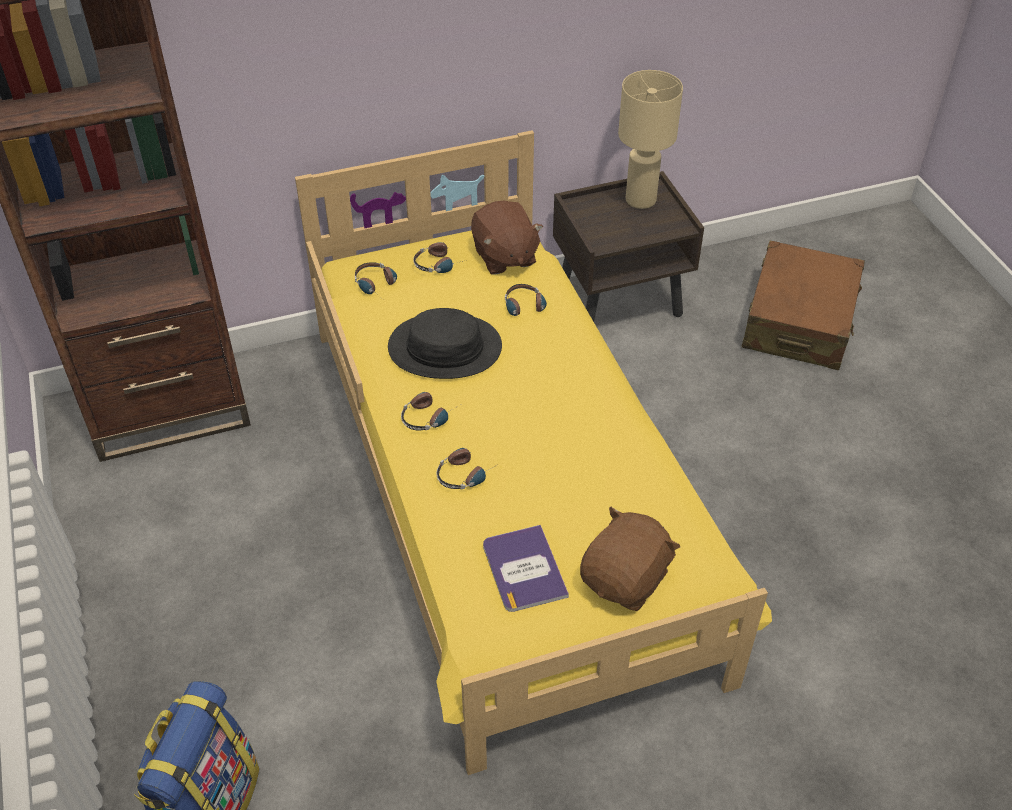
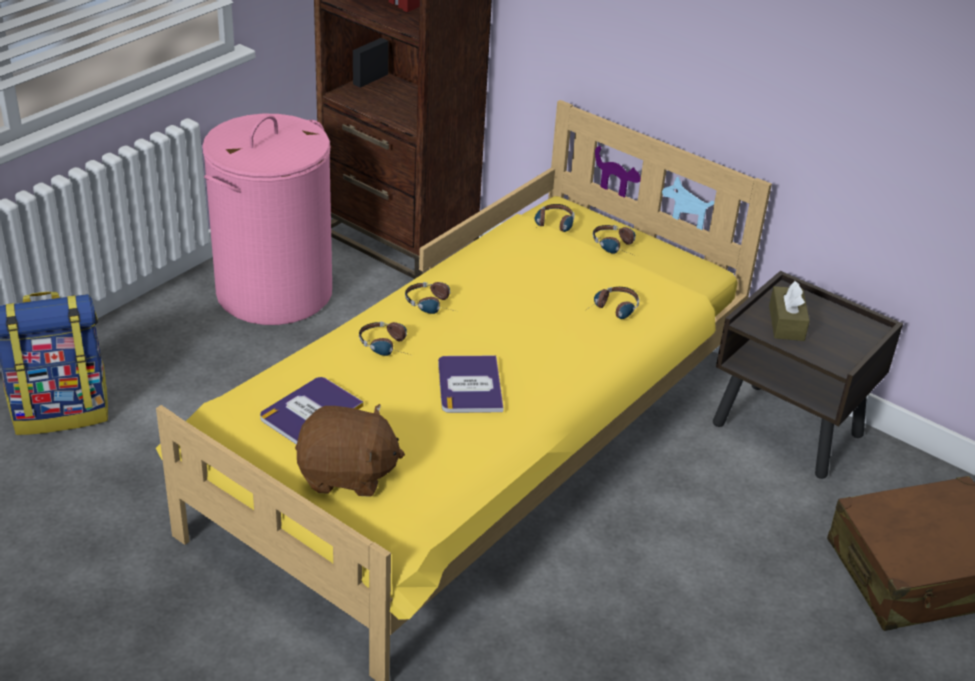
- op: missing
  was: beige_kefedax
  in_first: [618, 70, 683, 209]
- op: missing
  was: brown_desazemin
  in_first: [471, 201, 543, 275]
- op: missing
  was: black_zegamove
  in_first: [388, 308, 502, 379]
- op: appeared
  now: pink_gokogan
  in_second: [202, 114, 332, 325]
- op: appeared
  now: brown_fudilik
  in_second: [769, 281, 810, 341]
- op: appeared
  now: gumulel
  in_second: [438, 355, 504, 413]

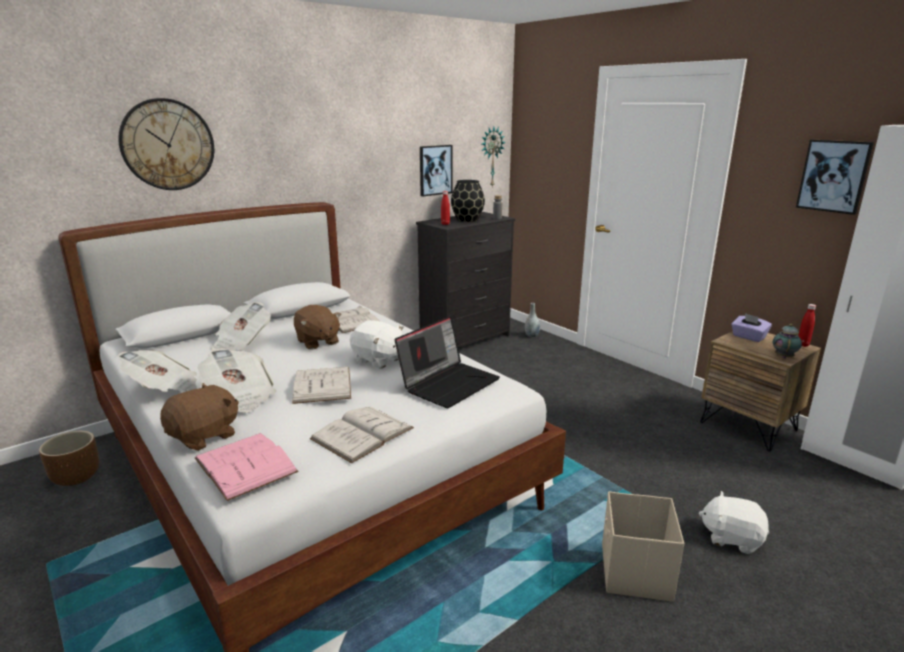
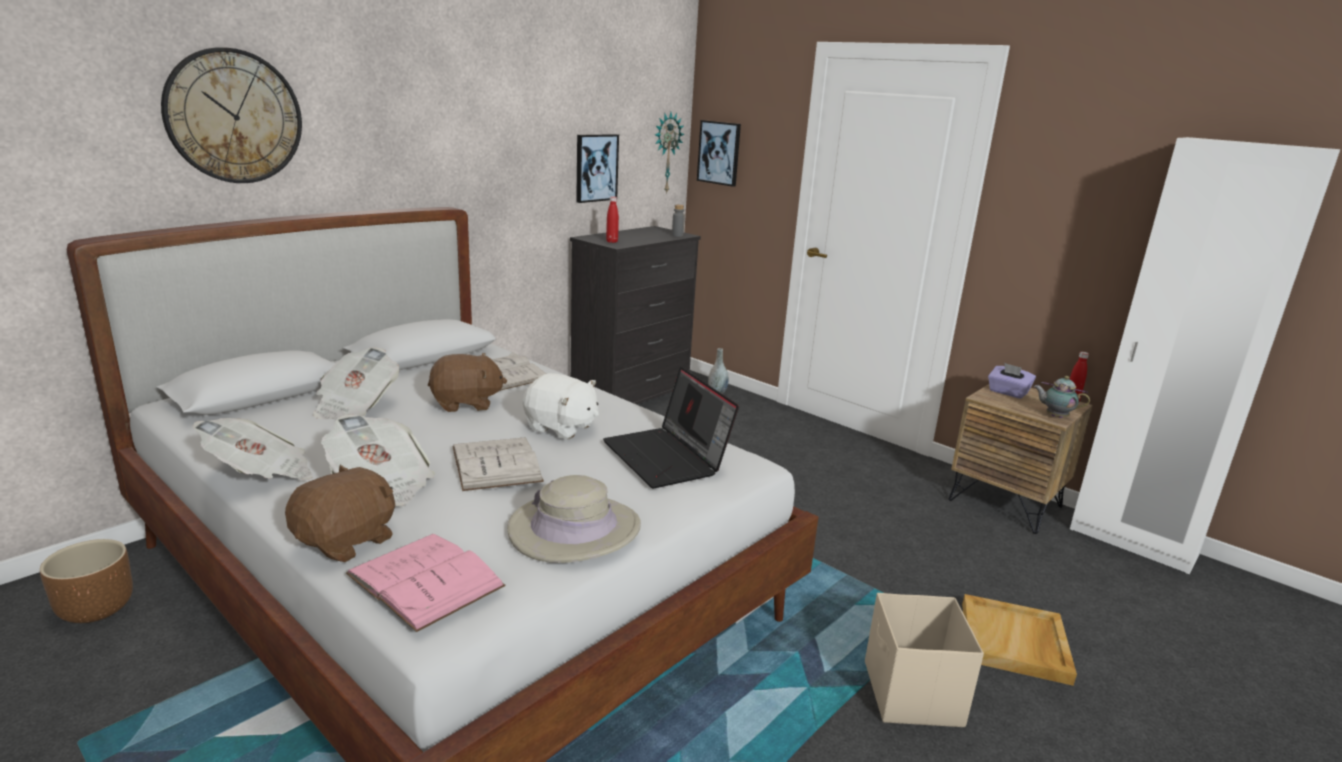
- op: relocated
  was: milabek
  in_first: [796, 140, 874, 215]
  in_second: [697, 120, 741, 187]
- op: missing
  was: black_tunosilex
  in_first: [451, 180, 485, 222]
- op: spun
  was: brown_desazemin
  in_first: [294, 305, 341, 350]
  in_second: [428, 353, 507, 412]
  clockwise: -60
- op: spun
  was: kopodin
  in_first: [395, 316, 500, 408]
  in_second: [603, 367, 739, 488]
  clockwise: 120
- op: spun
  was: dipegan
  in_first: [773, 324, 802, 358]
  in_second: [1034, 376, 1090, 418]
  clockwise: -75
- op: exchanged
  was: white_gumulel
  now: beige_zegamove
  in_first: [310, 407, 414, 463]
  in_second: [507, 475, 641, 563]
- op: exchanged
  was: white_desazemin
  now: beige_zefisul
  in_first: [699, 491, 769, 554]
  in_second: [962, 594, 1077, 686]

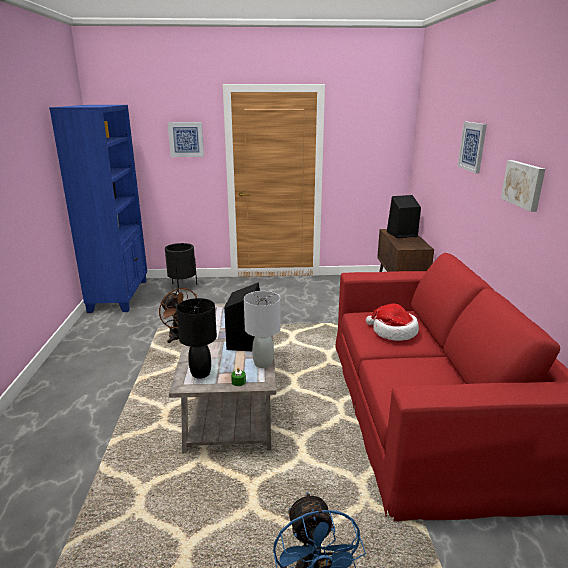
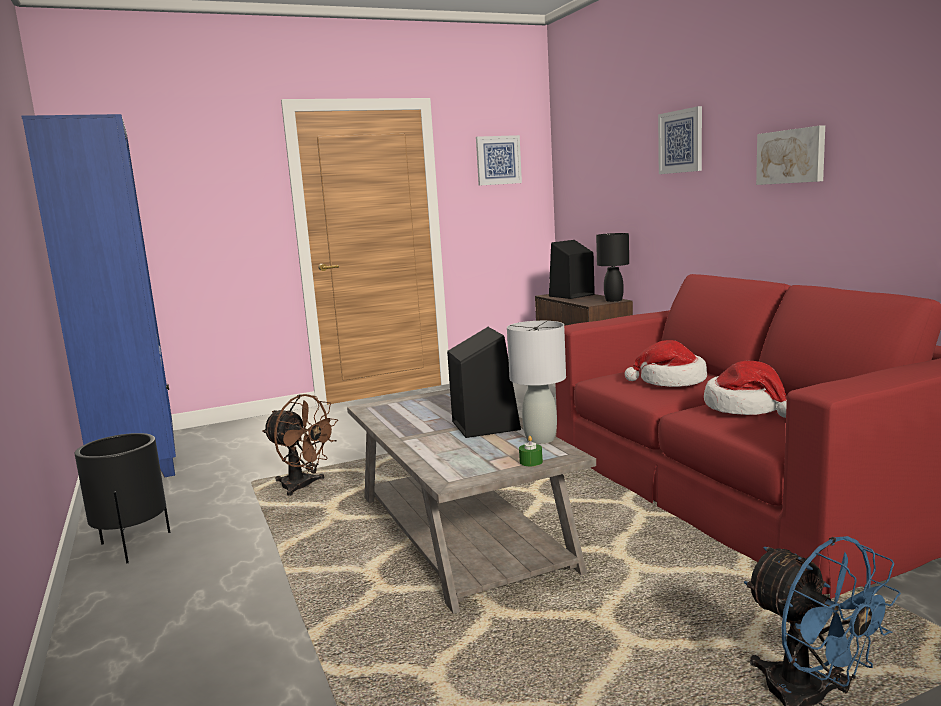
- op: relocated
  was: milabek
  in_first: [168, 122, 204, 157]
  in_second: [476, 135, 522, 186]
- op: relocated
  was: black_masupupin
  in_first: [165, 243, 197, 293]
  in_second: [75, 433, 170, 564]
- op: relocated
  was: black_kefedax
  in_first: [176, 298, 217, 379]
  in_second: [596, 233, 629, 302]
- op: appeared
  now: zegamove
  in_second: [704, 361, 787, 418]

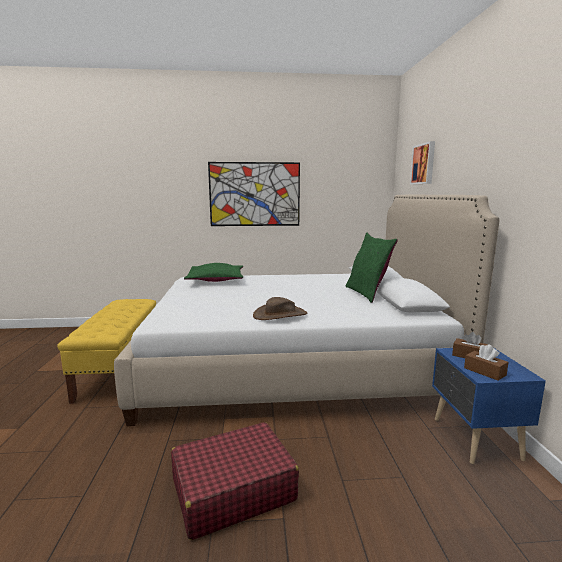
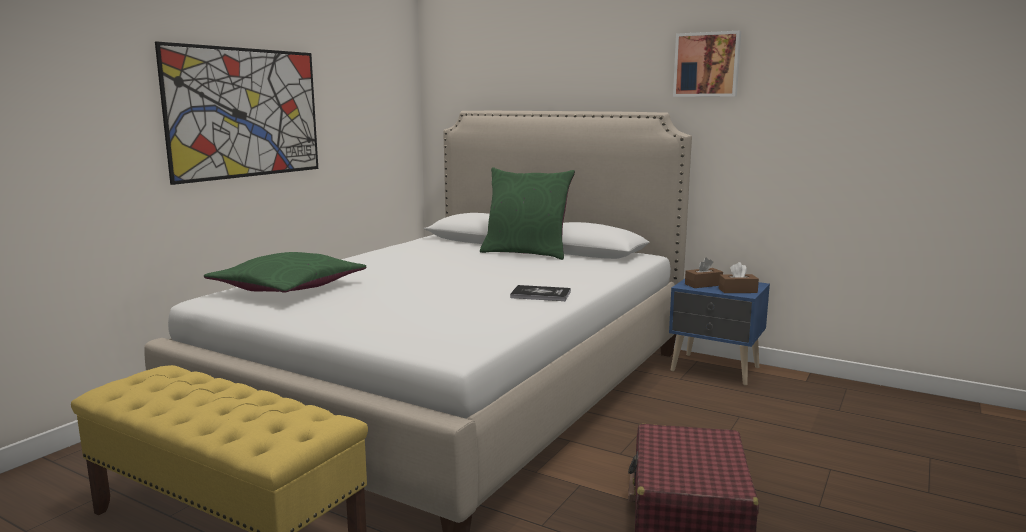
- op: relocated
  was: milabek
  in_first: [410, 141, 435, 185]
  in_second: [673, 31, 741, 97]
- op: exchanged
  was: brown_zegamove
  now: gumulel
  in_first: [253, 297, 307, 320]
  in_second: [510, 285, 571, 301]

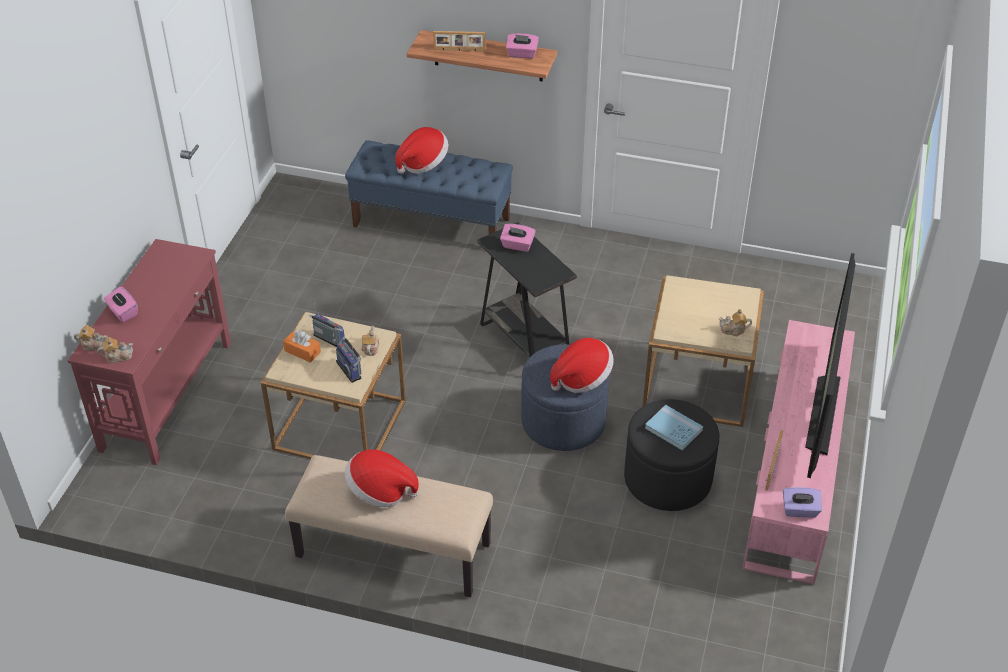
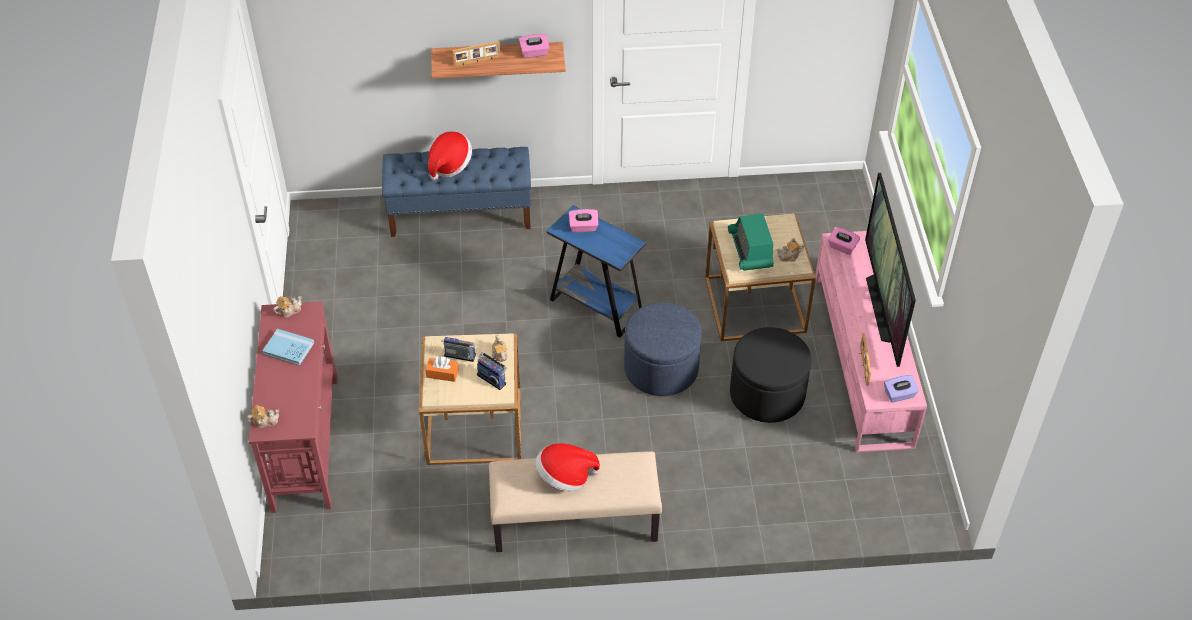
- op: colour
  was: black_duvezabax
  now: blue_duvezabax
  in_first: [477, 222, 577, 357]
  in_second: [546, 205, 646, 338]
- op: relocated
  was: pink_fudilik
  in_first: [104, 286, 138, 322]
  in_second: [828, 227, 860, 255]
- op: relocated
  was: dipegan
  in_first: [97, 337, 133, 363]
  in_second: [273, 296, 302, 318]
- op: missing
  was: zegamove
  in_first: [550, 338, 614, 393]
- op: relocated
  was: blue_gumulel
  in_first: [645, 405, 703, 451]
  in_second: [262, 329, 314, 366]
- op: appeared
  now: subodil
  in_second: [728, 213, 774, 271]

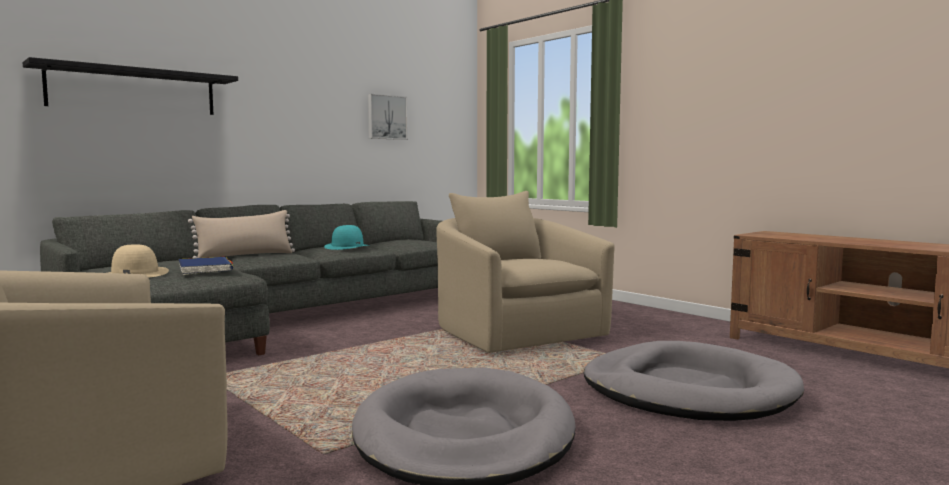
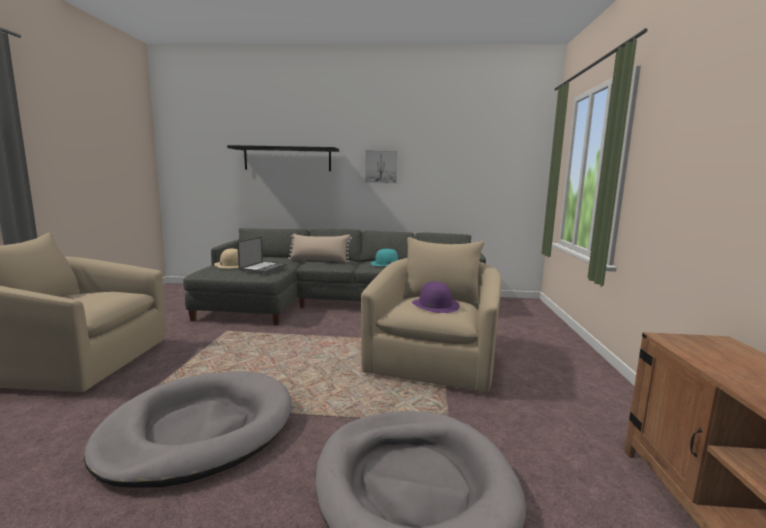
- op: relocated
  was: milabek
  in_first: [368, 94, 408, 140]
  in_second: [365, 150, 398, 184]
- op: exchanged
  was: blue_gumulel
  now: kopodin
  in_first: [178, 257, 234, 275]
  in_second: [237, 237, 287, 273]
- op: appeared
  now: purple_zegamove
  in_second: [412, 282, 460, 313]

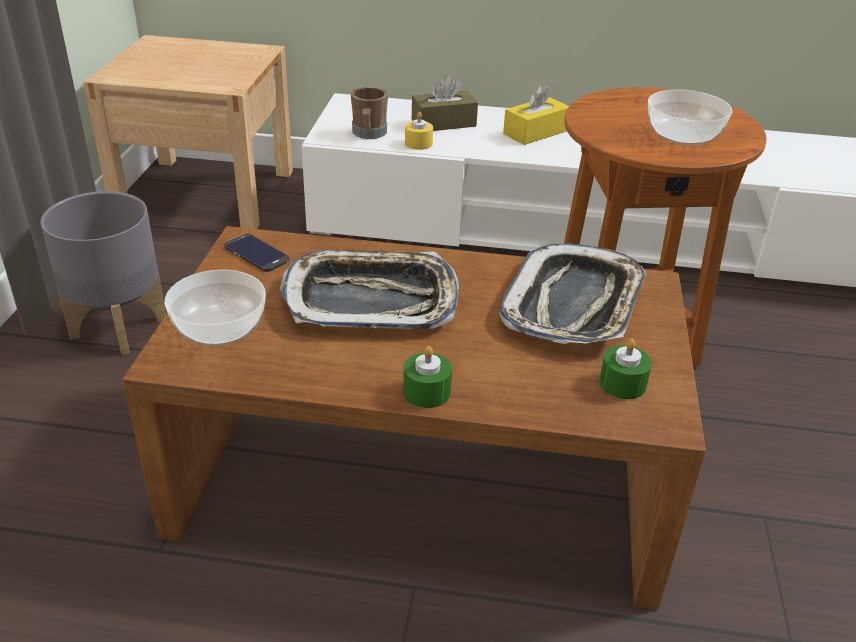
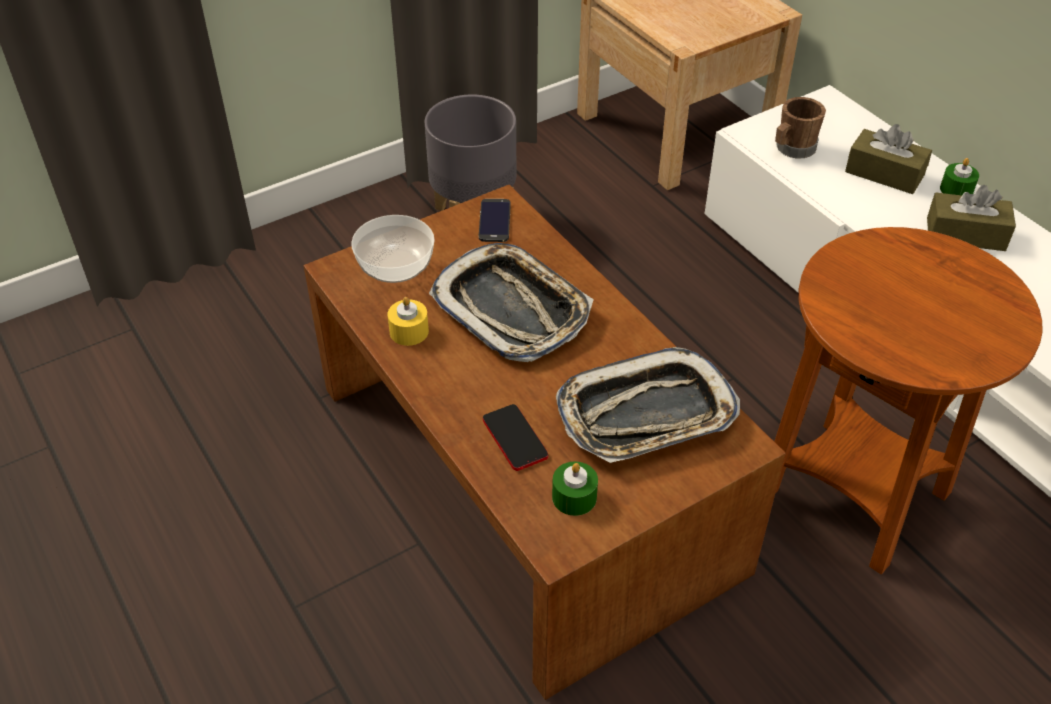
- op: colour
  was: yellow_fudilik
  now: brown_fudilik
  in_first: [503, 84, 569, 145]
  in_second: [927, 185, 1016, 251]
- op: missing
  was: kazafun
  in_first: [648, 89, 732, 145]
- op: relocated
  was: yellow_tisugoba
  in_first: [405, 112, 433, 150]
  in_second: [387, 297, 429, 346]
- op: relocated
  was: green_tisugoba
  in_first: [403, 346, 452, 408]
  in_second: [940, 158, 979, 195]
- op: appeared
  now: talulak
  in_second: [483, 404, 548, 471]

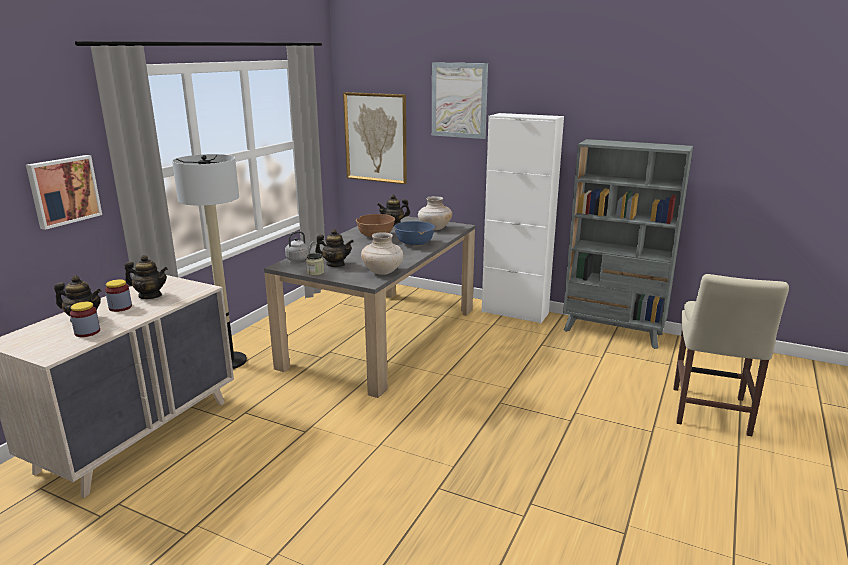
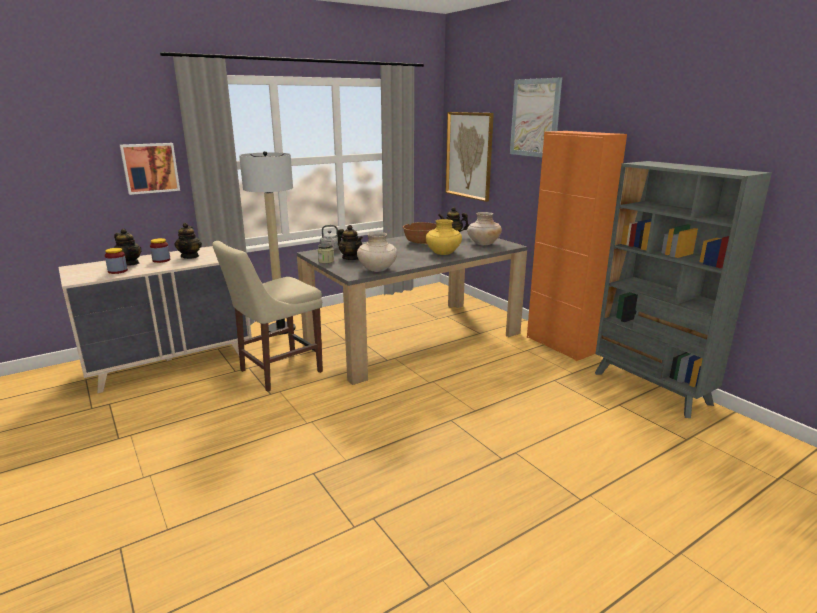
- op: colour
  was: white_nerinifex
  now: orange_nerinifex
  in_first: [482, 113, 564, 324]
  in_second: [527, 131, 627, 361]
- op: exchanged
  was: blue_kazafun
  now: yellow_tunosilex
  in_first: [394, 221, 435, 246]
  in_second: [426, 219, 462, 255]
- op: spun
  was: dipegan
  in_first: [125, 255, 168, 299]
  in_second: [174, 223, 202, 259]
  clockwise: 45
- op: relocated
  was: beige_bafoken
  in_first: [673, 274, 789, 436]
  in_second: [212, 241, 323, 392]

